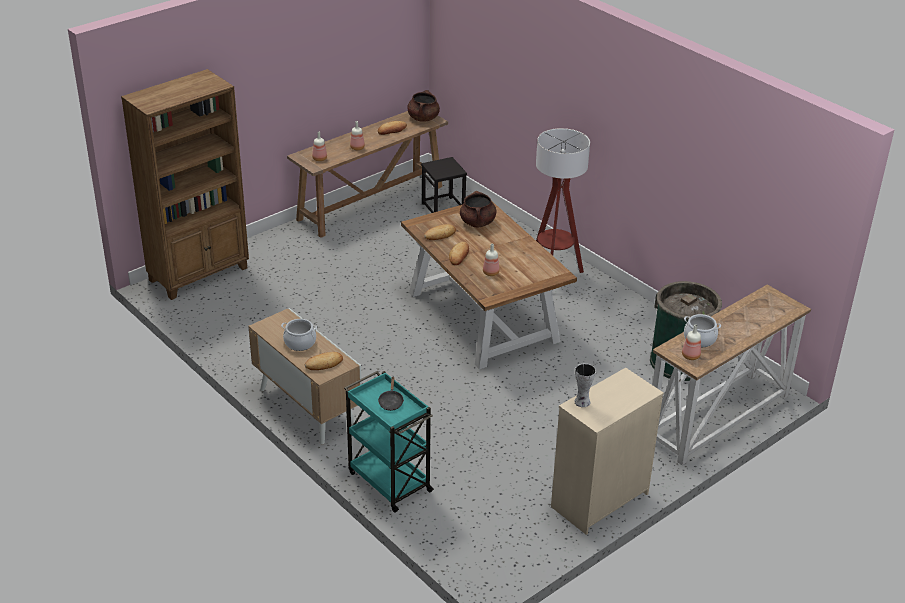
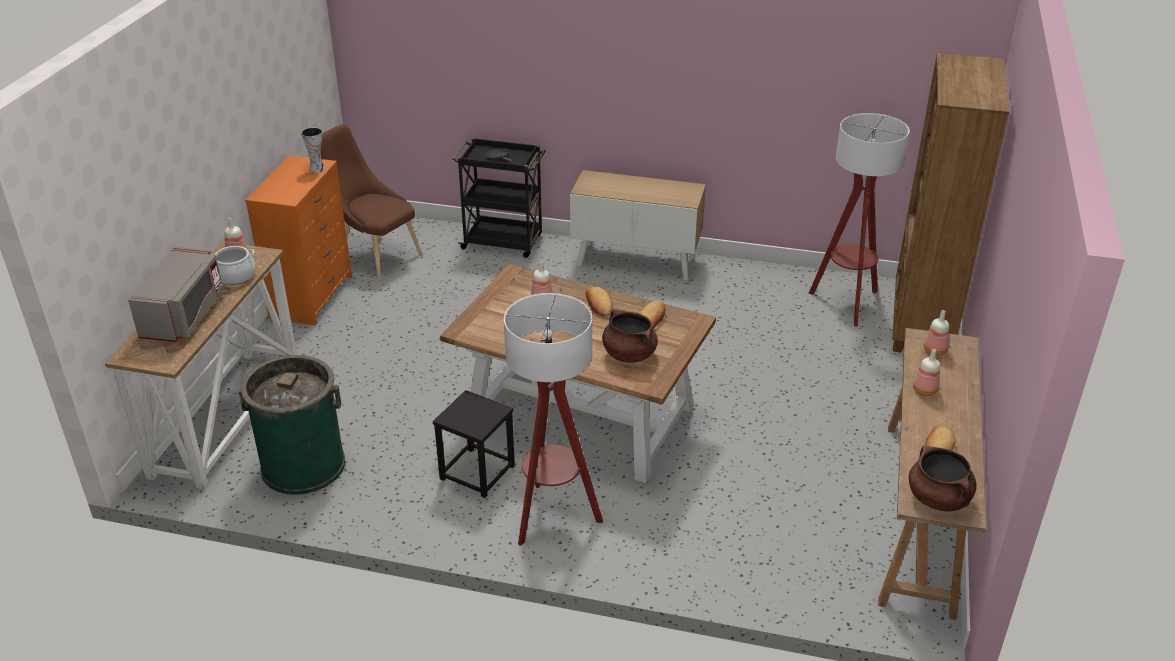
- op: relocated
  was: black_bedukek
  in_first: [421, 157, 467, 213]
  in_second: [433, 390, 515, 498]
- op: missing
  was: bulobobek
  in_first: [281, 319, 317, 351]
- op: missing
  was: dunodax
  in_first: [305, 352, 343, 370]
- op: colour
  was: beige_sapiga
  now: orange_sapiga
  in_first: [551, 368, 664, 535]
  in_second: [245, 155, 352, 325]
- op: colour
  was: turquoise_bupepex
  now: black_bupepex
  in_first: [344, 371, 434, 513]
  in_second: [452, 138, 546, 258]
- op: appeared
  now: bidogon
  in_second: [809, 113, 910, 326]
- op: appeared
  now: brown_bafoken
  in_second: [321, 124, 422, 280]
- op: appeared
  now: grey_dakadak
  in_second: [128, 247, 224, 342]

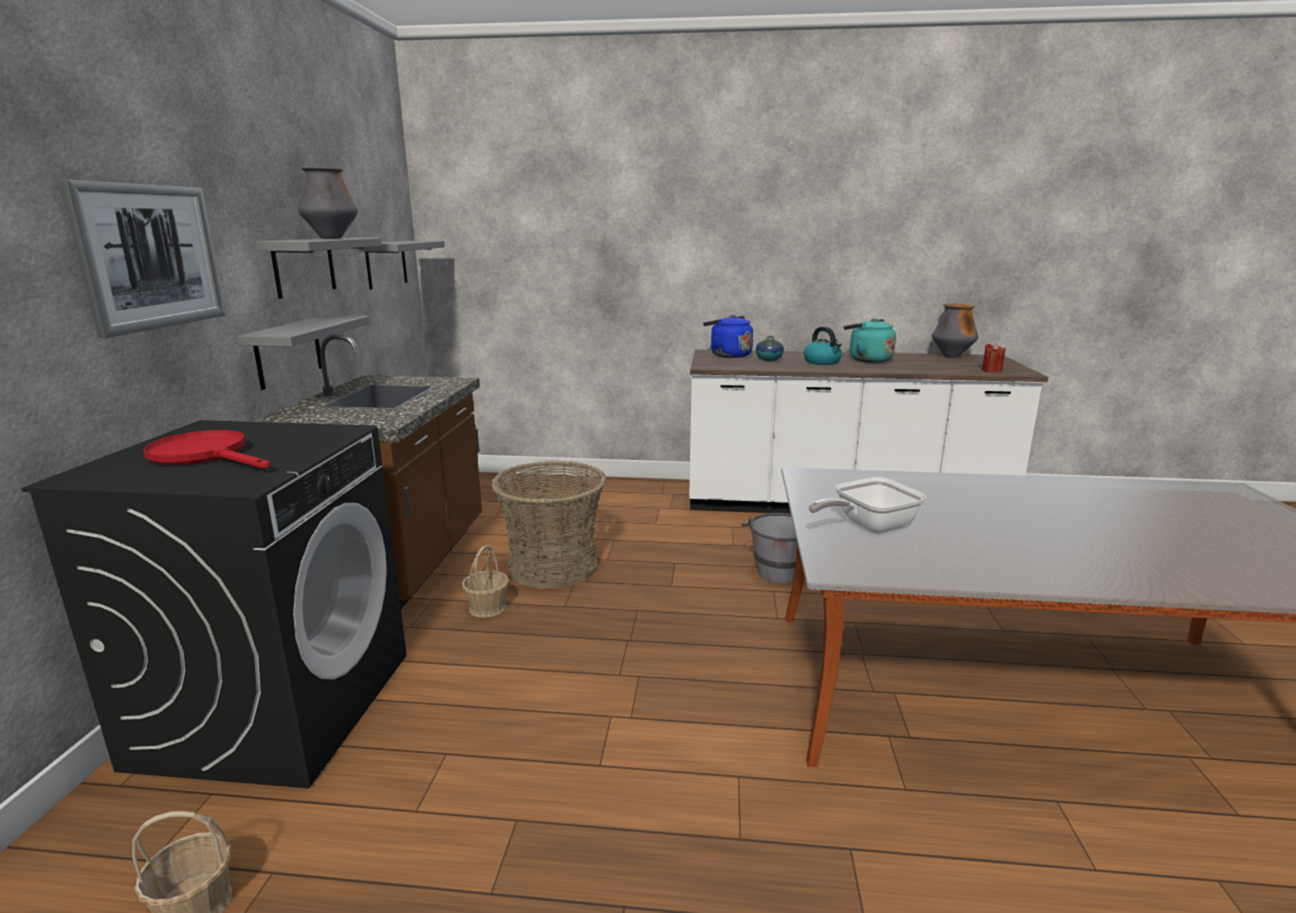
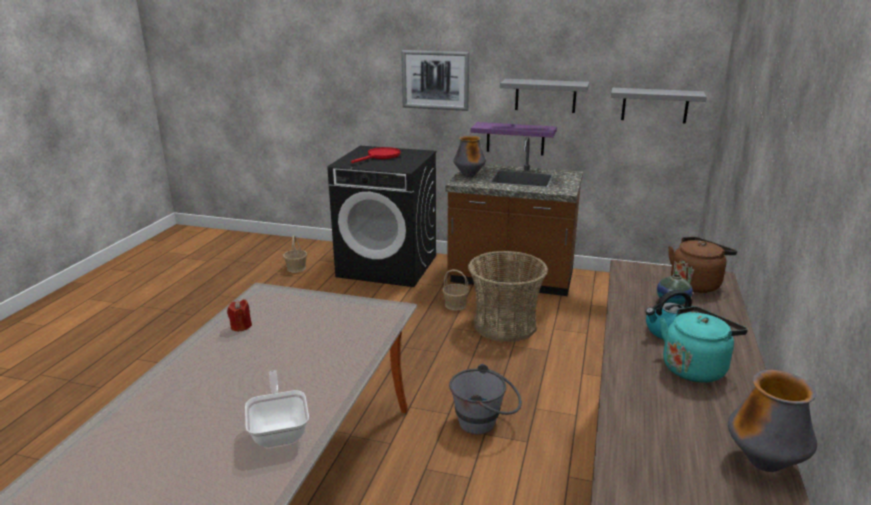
- op: relocated
  was: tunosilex
  in_first: [298, 167, 358, 239]
  in_second: [453, 135, 486, 177]
- op: colour
  was: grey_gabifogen
  now: purple_gabifogen
  in_first: [237, 315, 370, 390]
  in_second: [471, 122, 557, 155]
- op: colour
  was: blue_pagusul
  now: brown_pagusul
  in_first: [703, 315, 753, 358]
  in_second: [668, 237, 737, 293]
- op: relocated
  was: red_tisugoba
  in_first: [982, 343, 1006, 373]
  in_second: [227, 299, 252, 332]
- op: relocated
  was: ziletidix
  in_first: [809, 477, 926, 533]
  in_second: [245, 370, 309, 447]

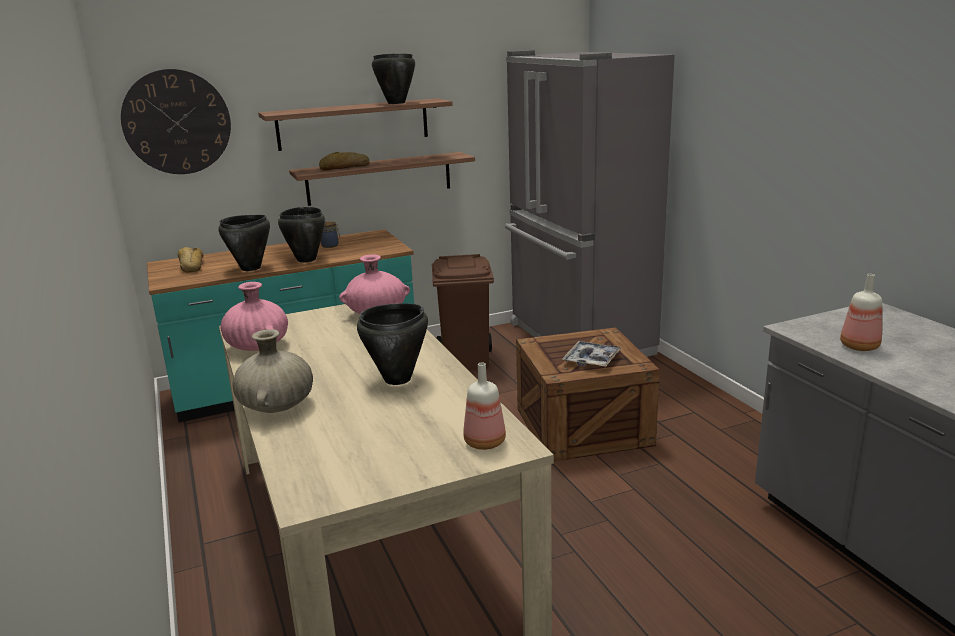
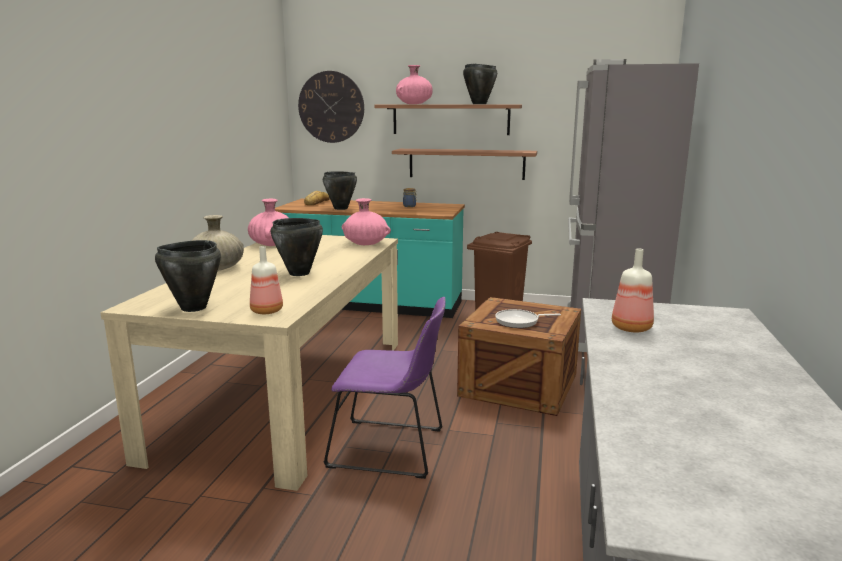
- op: missing
  was: dunodax
  in_first: [319, 152, 369, 170]
- op: relocated
  was: black_bulobobek
  in_first: [278, 207, 325, 263]
  in_second: [155, 240, 221, 312]
- op: exchanged
  was: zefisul
  now: ziletidix
  in_first: [562, 341, 622, 367]
  in_second: [495, 309, 561, 328]
- op: appeared
  now: pink_tunosilex
  in_second: [396, 65, 433, 104]
- op: appeared
  now: purple_bafoken
  in_second: [323, 297, 446, 479]

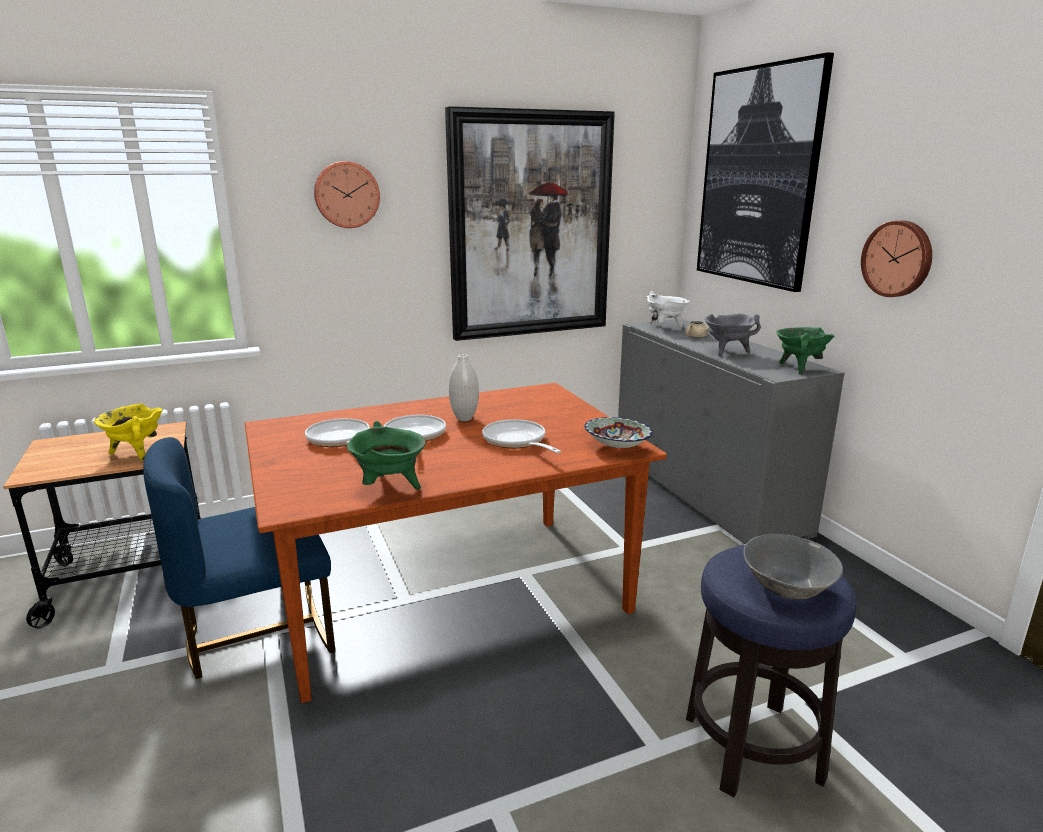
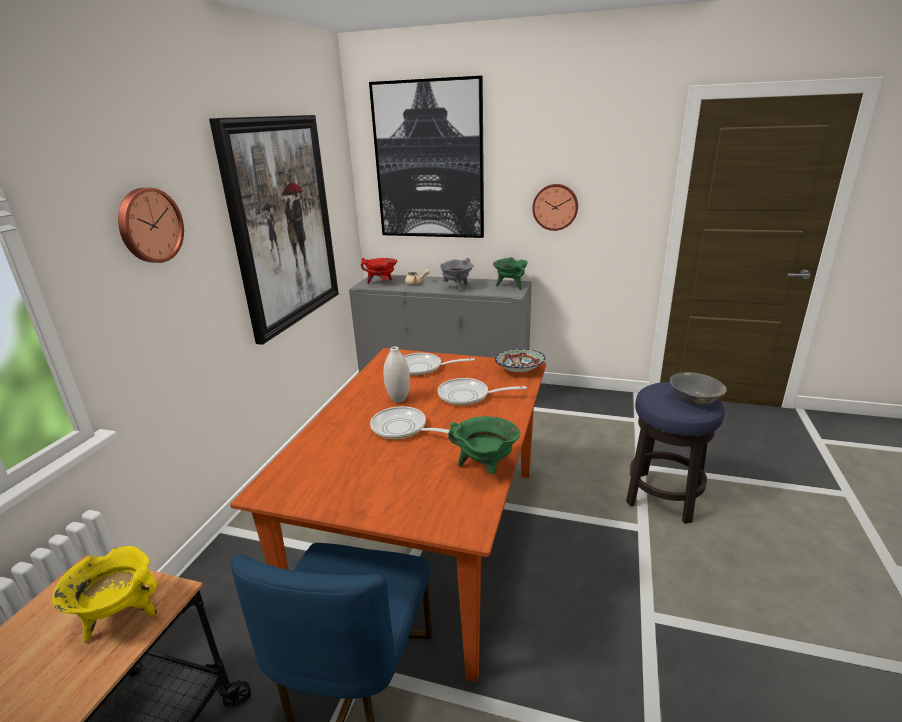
- op: colour
  was: white_bulobobek
  now: red_bulobobek
  in_first: [646, 291, 690, 328]
  in_second: [361, 258, 397, 284]
- op: relocated
  was: ziletidix
  in_first: [305, 418, 370, 447]
  in_second: [404, 353, 475, 376]

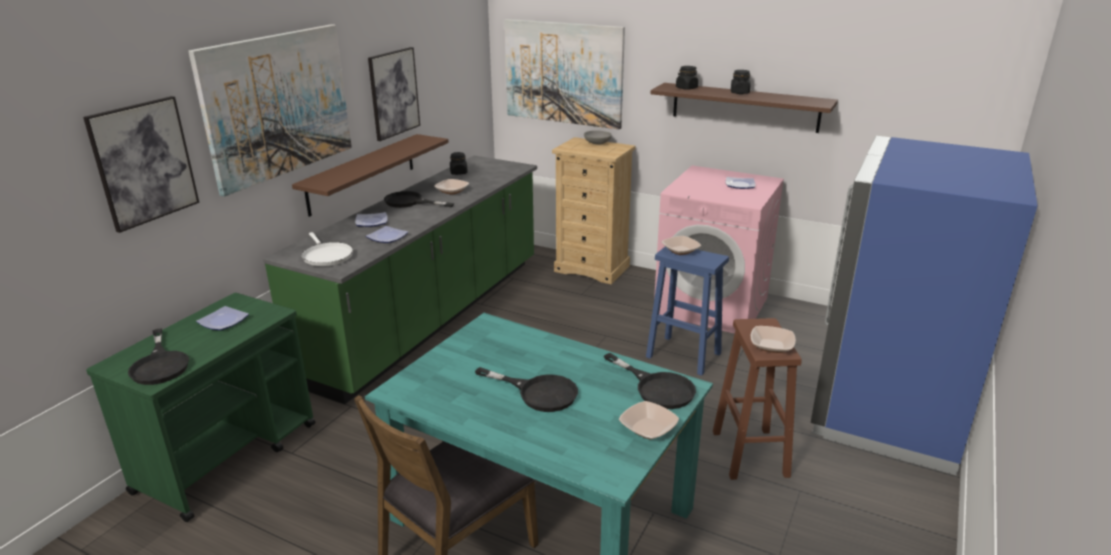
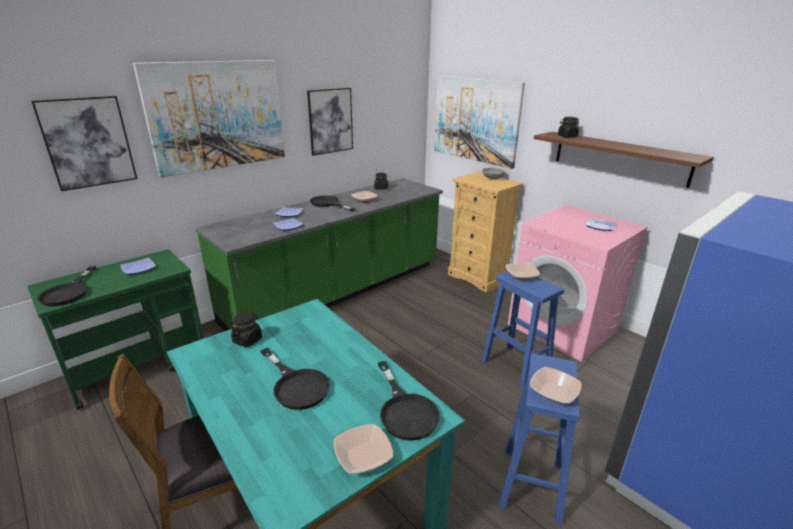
- op: relocated
  was: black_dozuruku
  in_first: [731, 70, 751, 94]
  in_second: [231, 312, 262, 347]
- op: missing
  was: brown_gabifogen
  in_first: [292, 134, 449, 217]
- op: missing
  was: white_ziletidix
  in_first: [302, 232, 353, 266]
- op: colour
  was: brown_bedukek
  now: blue_bedukek
  in_first: [713, 318, 802, 480]
  in_second: [499, 353, 580, 526]

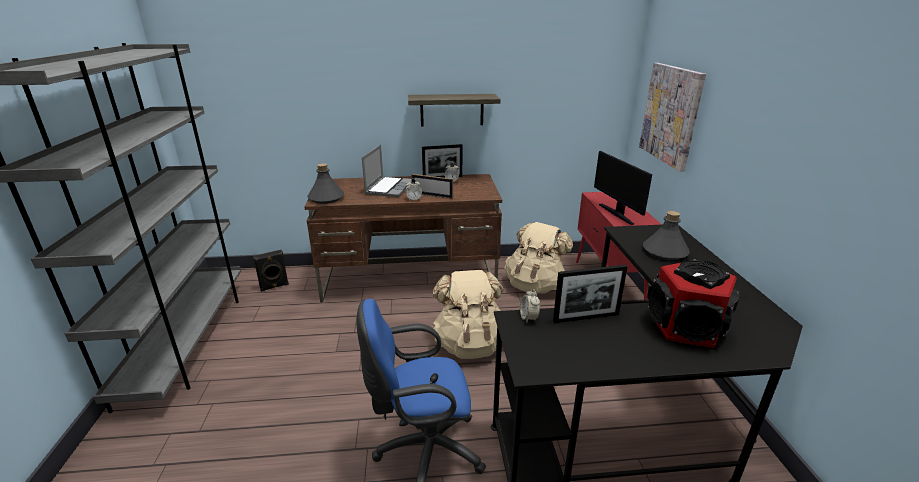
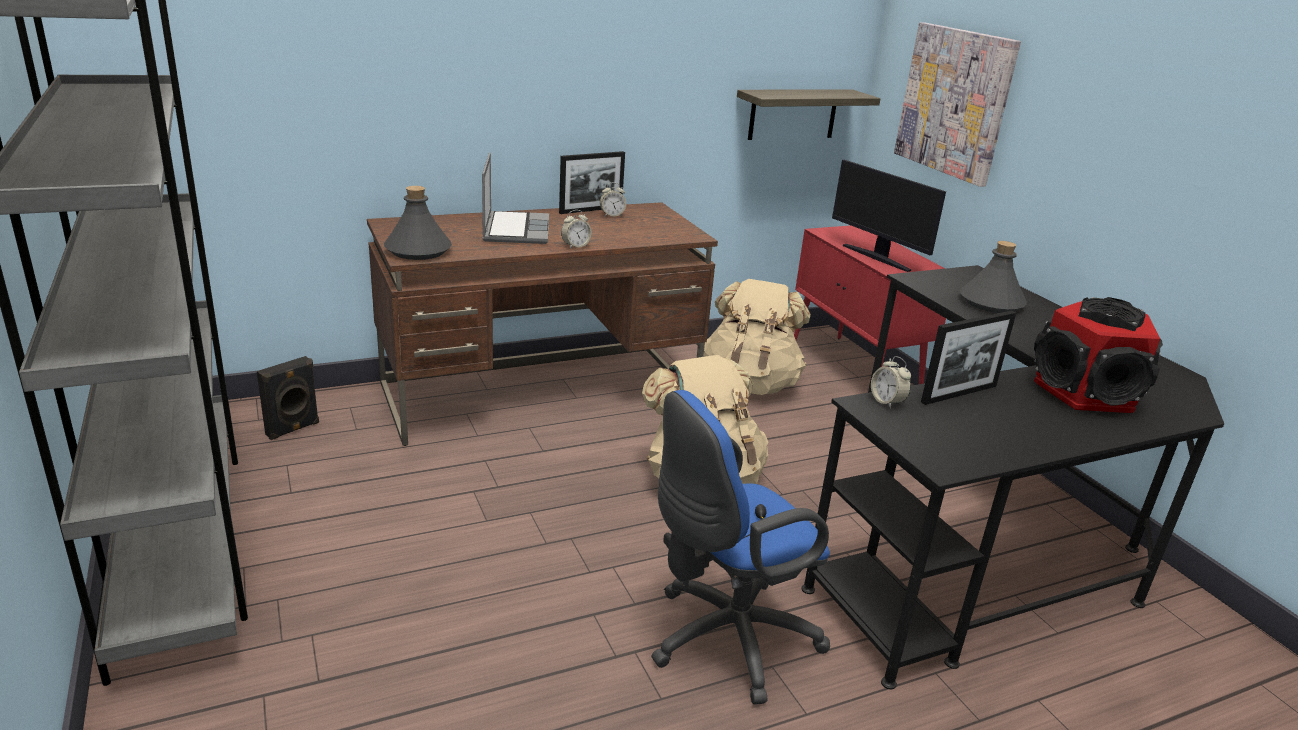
- op: relocated
  was: gabifogen
  in_first: [408, 94, 500, 127]
  in_second: [737, 89, 881, 140]
- op: missing
  was: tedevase
  in_first: [411, 174, 453, 199]

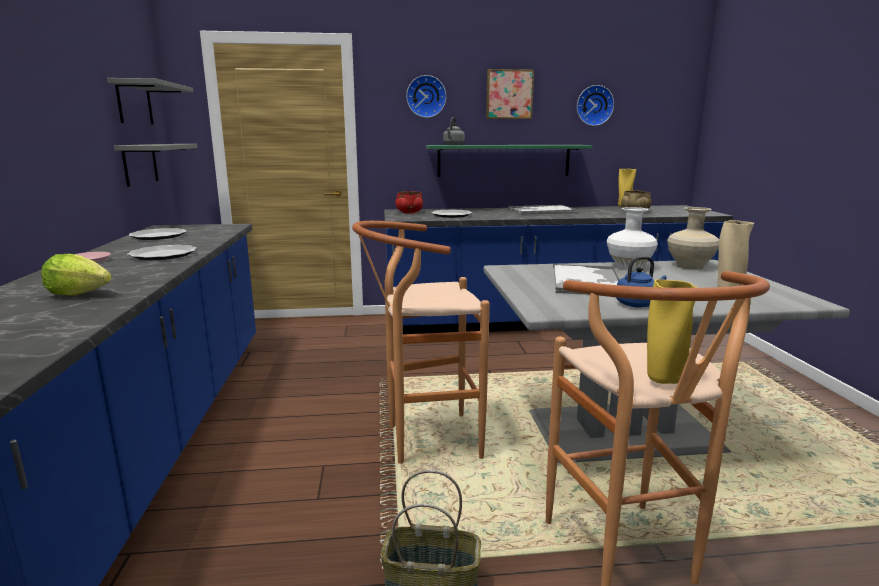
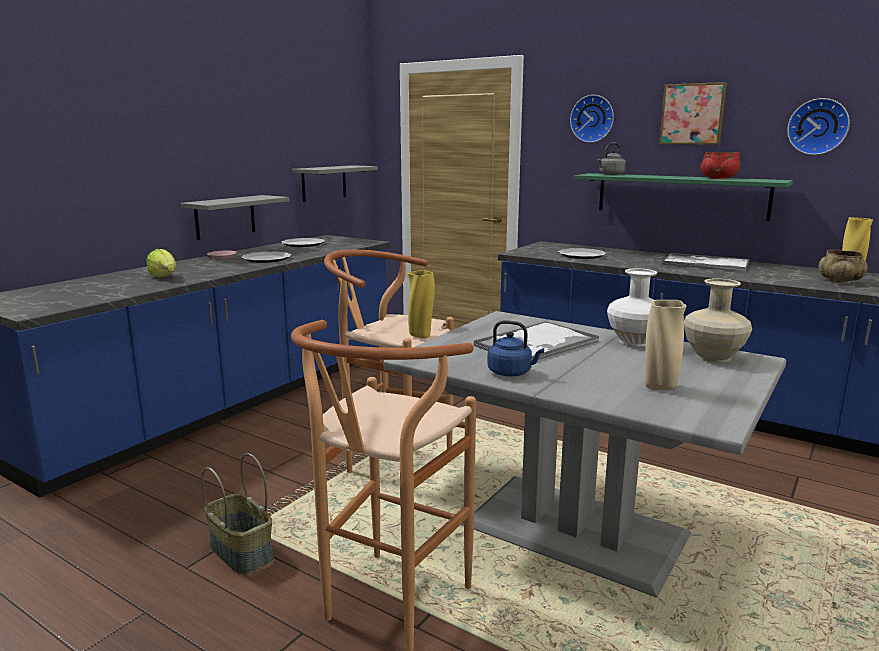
- op: relocated
  was: grey_gabifogen
  in_first: [107, 78, 193, 124]
  in_second: [181, 195, 289, 241]
- op: relocated
  was: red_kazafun
  in_first: [395, 191, 423, 214]
  in_second: [700, 152, 740, 179]
- op: relocated
  was: yellow_tunosilex
  in_first: [647, 279, 698, 384]
  in_second: [408, 270, 435, 339]

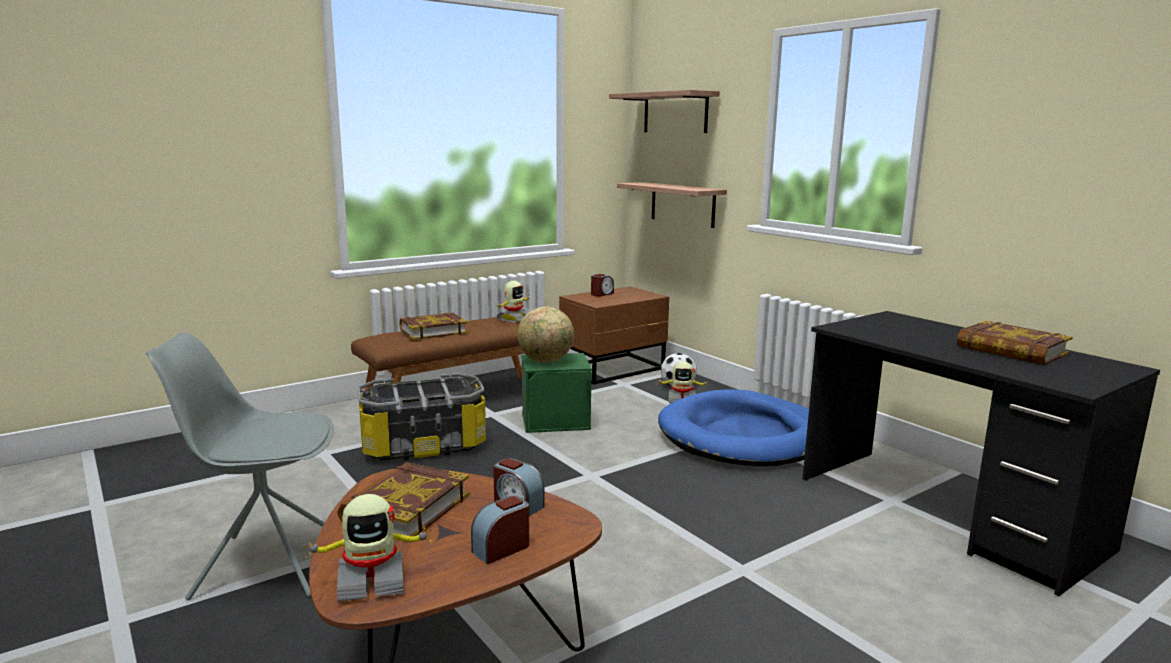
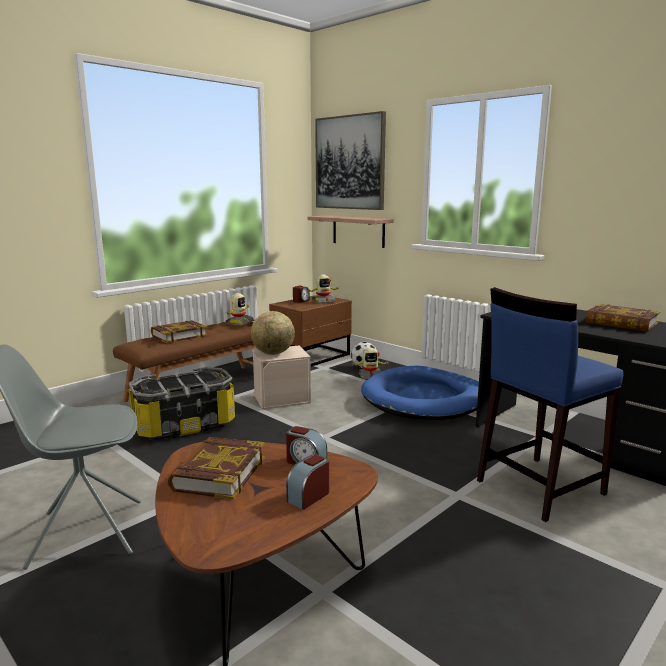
- op: exchanged
  was: gabifogen
  now: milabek
  in_first: [609, 90, 720, 133]
  in_second: [315, 111, 386, 210]
- op: colour
  was: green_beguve
  now: beige_beguve
  in_first: [521, 353, 592, 433]
  in_second: [252, 346, 311, 409]
- op: relocated
  was: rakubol
  in_first: [302, 494, 432, 602]
  in_second: [308, 275, 340, 304]
- op: appeared
  now: blue_bedukek
  in_second: [477, 287, 623, 522]

